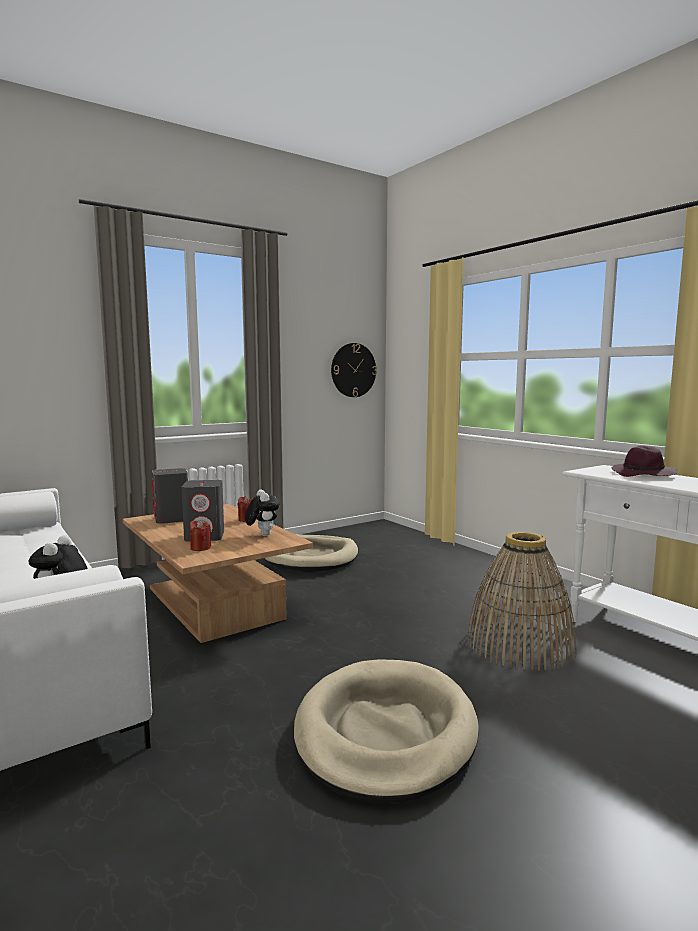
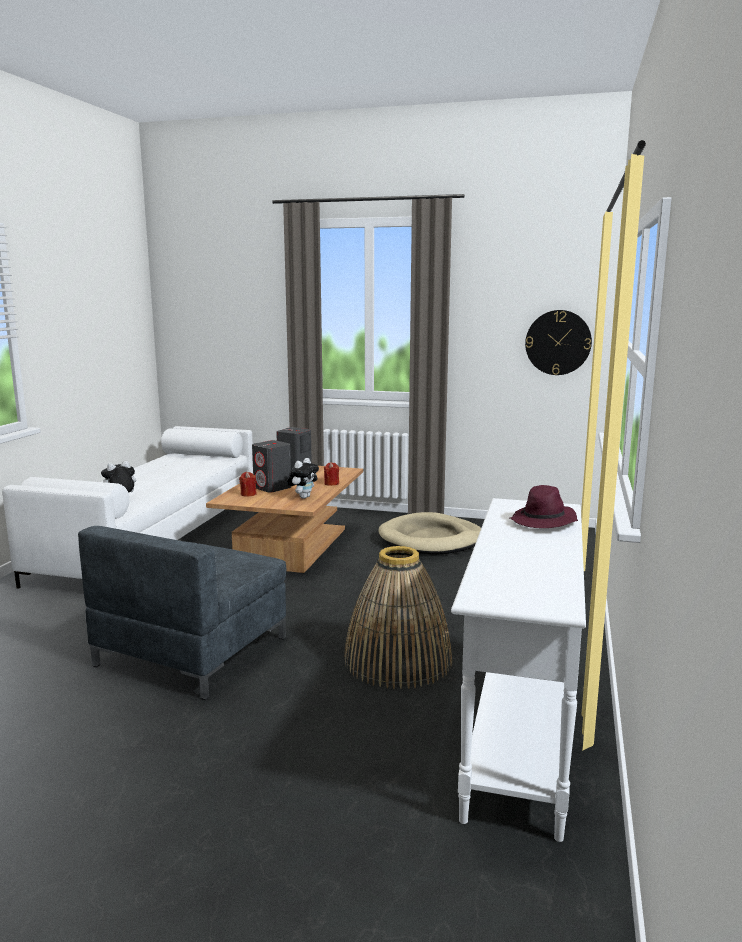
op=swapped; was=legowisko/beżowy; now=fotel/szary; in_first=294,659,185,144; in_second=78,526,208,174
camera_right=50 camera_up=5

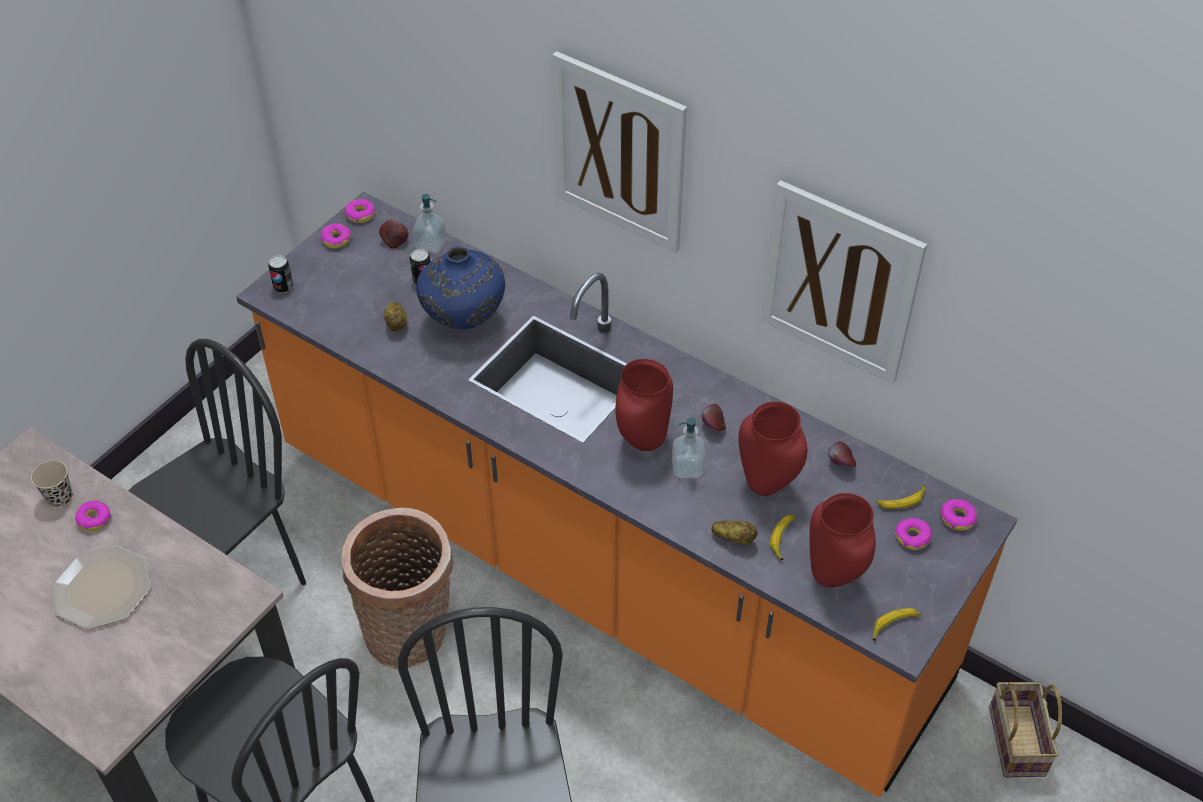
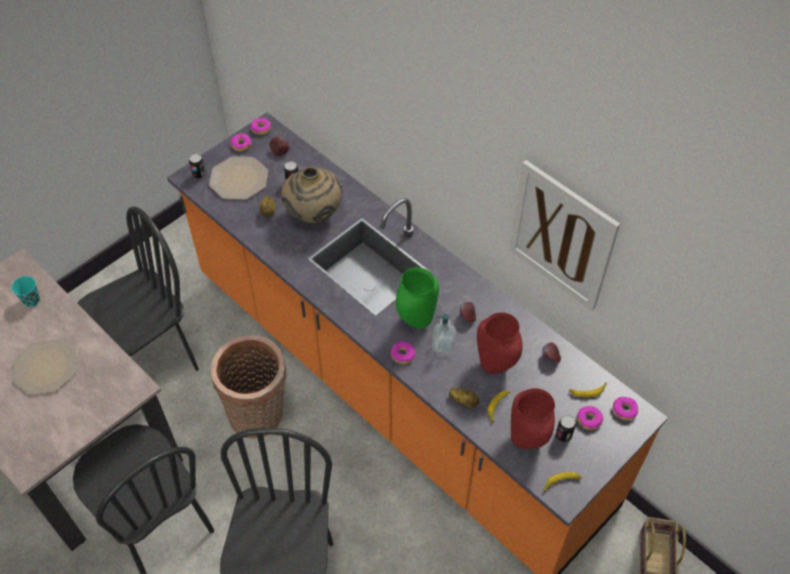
op=gone; was=dozownik mydła; in_first=413,194,34,59
op=gone; was=obraz; in_first=553,51,134,202
op=new; now=talerz; in_second=209,156,59,44
op=new; now=puszka; in_second=556,415,20,27
op=shifted; was=donut; in_first=75,501,36,30; in_second=391,341,25,23
op=repainted; was=filiżanka/beżowy; now=filiżanka/turkusowy; in_first=31,460,41,47; in_second=12,276,28,31
op=repainted; was=wazon/niebieski; now=wazon/beżowy; in_first=416,247,89,82; in_second=281,167,62,56
op=repainted; was=wazon/czerwony; now=wazon/zielony; in_first=615,359,58,92; in_second=396,267,43,62
camera_right=10 camera_up=5

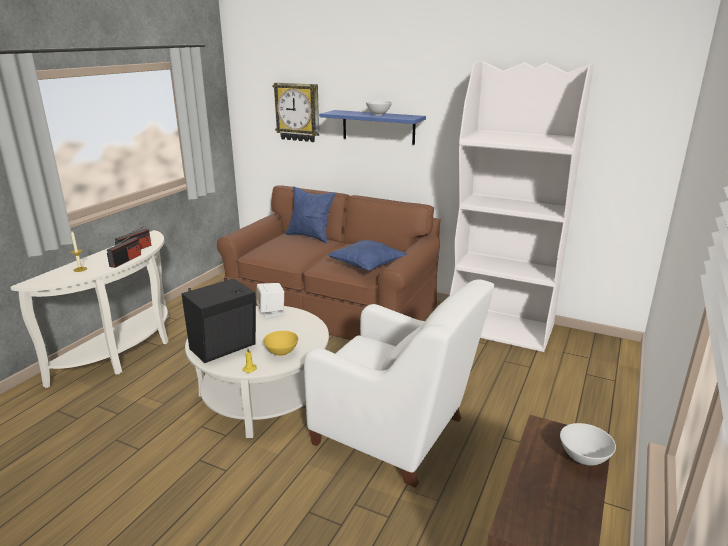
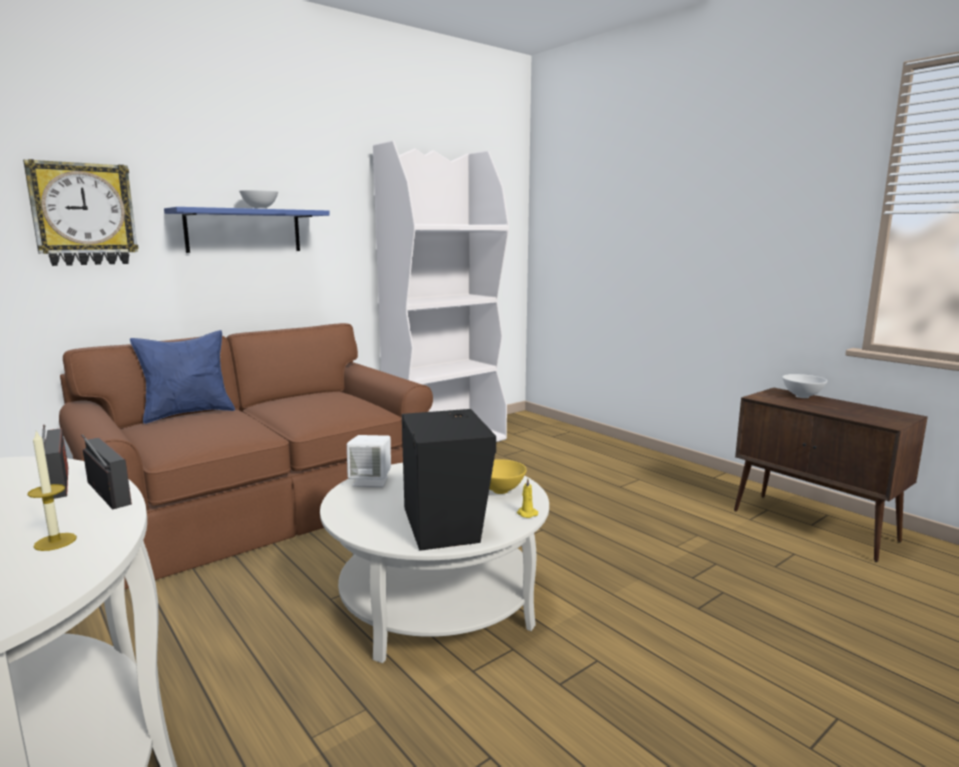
op=gone; was=fotel/biały; in_first=304,280,190,208
op=gone; was=poduszka/niebieski; in_first=328,240,79,31
camera_right=-65 camera_up=-10

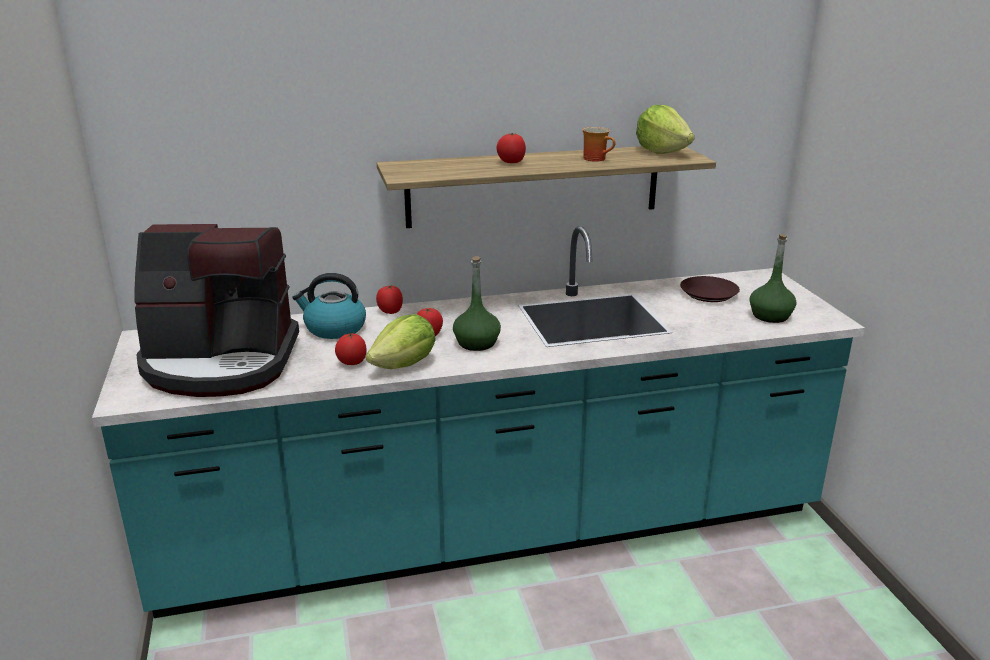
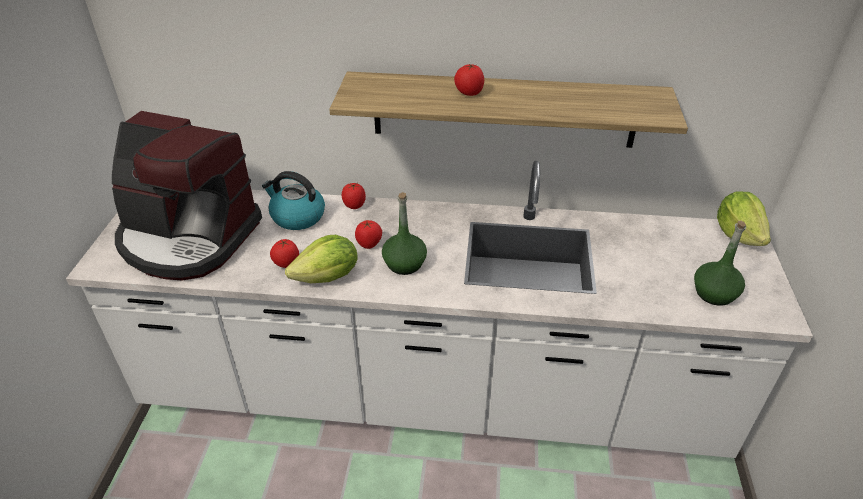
op=gone; was=kubek; in_first=582,127,33,35
op=gone; was=talerz/brązowy; in_first=680,276,60,26
op=shifted; was=sałata; in_first=636,105,59,49; in_second=717,192,54,54
op=repainted; was=zabudowa kuchenna/turkusowy; now=zabudowa kuchenna/biały; in_first=92,226,773,392; in_second=66,161,747,297
camera_right=20 camera_up=15

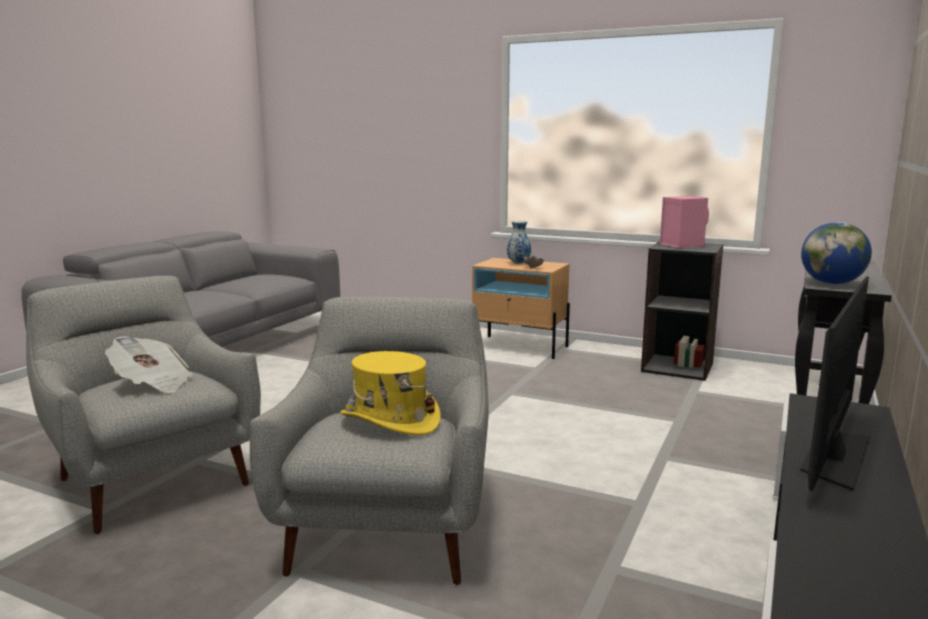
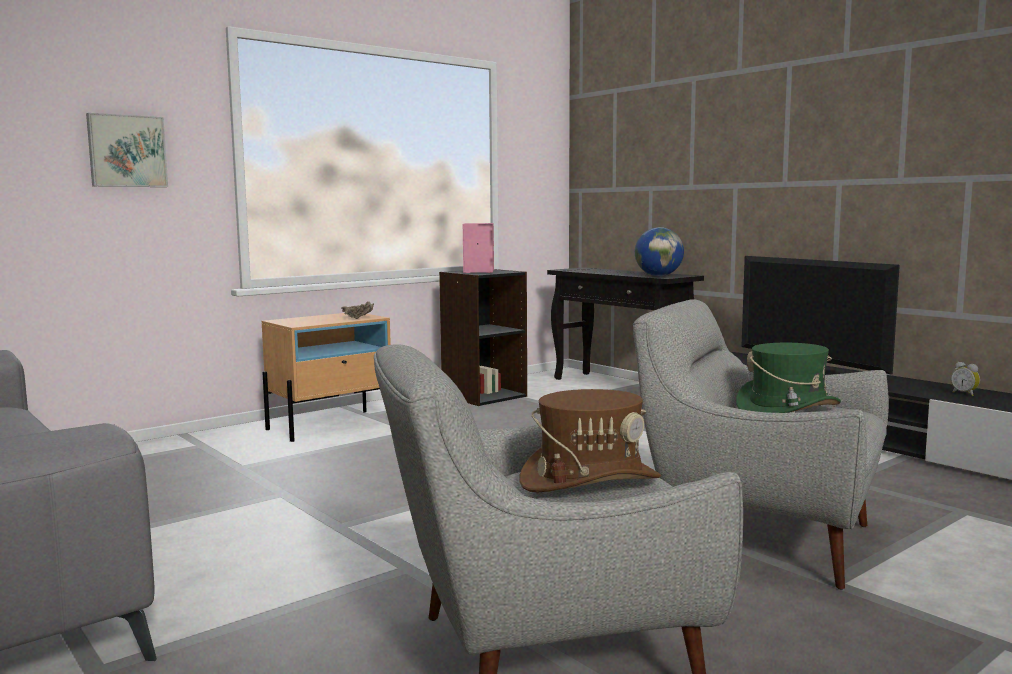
op=gone; was=wazon; in_first=507,220,24,44
op=new; now=obraz; in_second=86,113,82,74
op=new; now=budzik; in_second=951,362,29,34
op=swapped; was=gazeta; now=kapelusz/brązowy; in_first=105,336,88,57; in_second=519,389,142,103
op=repainted; was=kapelusz/żółty; now=kapelusz/zielony; in_first=340,351,101,84; in_second=736,343,105,70
camera_right=-65 camera_up=-5

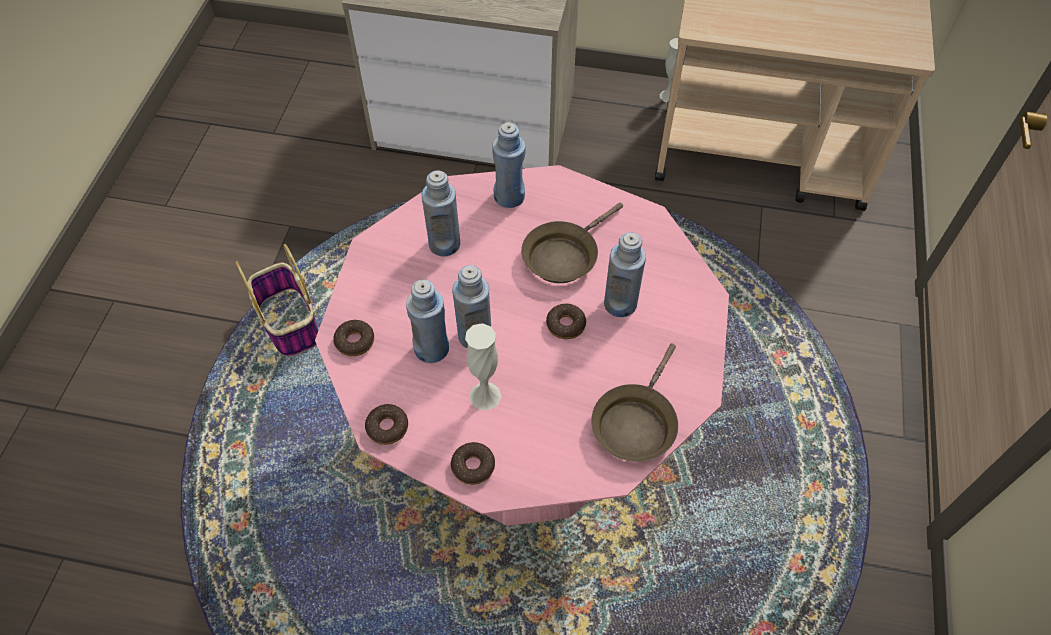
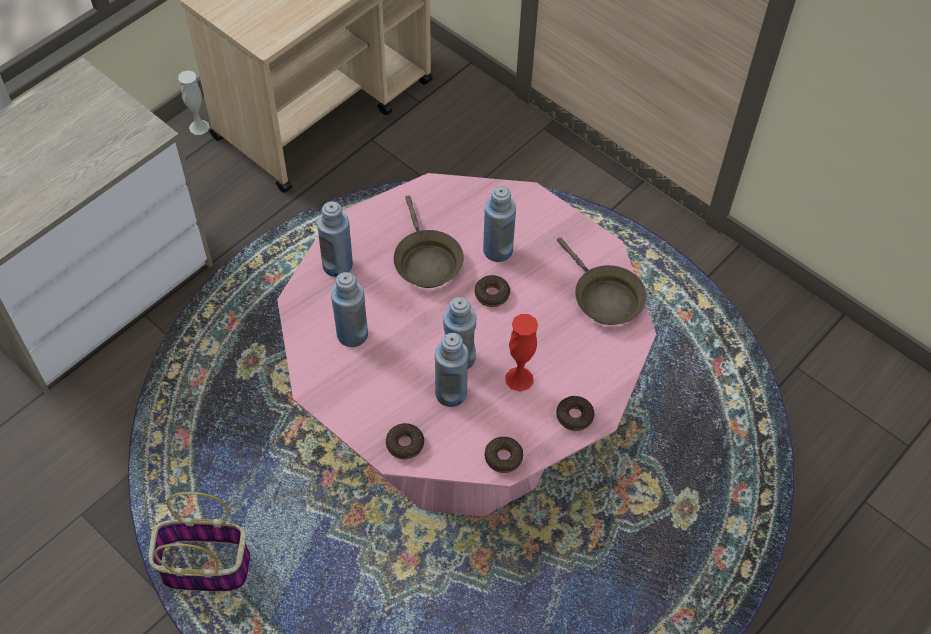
op=repainted; was=wazon/biały; now=wazon/czerwony; in_first=465,323,36,87; in_second=505,314,33,78
camera_right=-60 camera_up=0

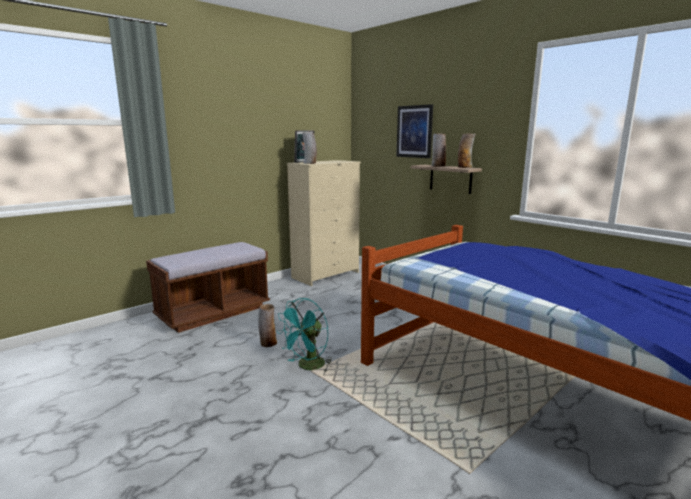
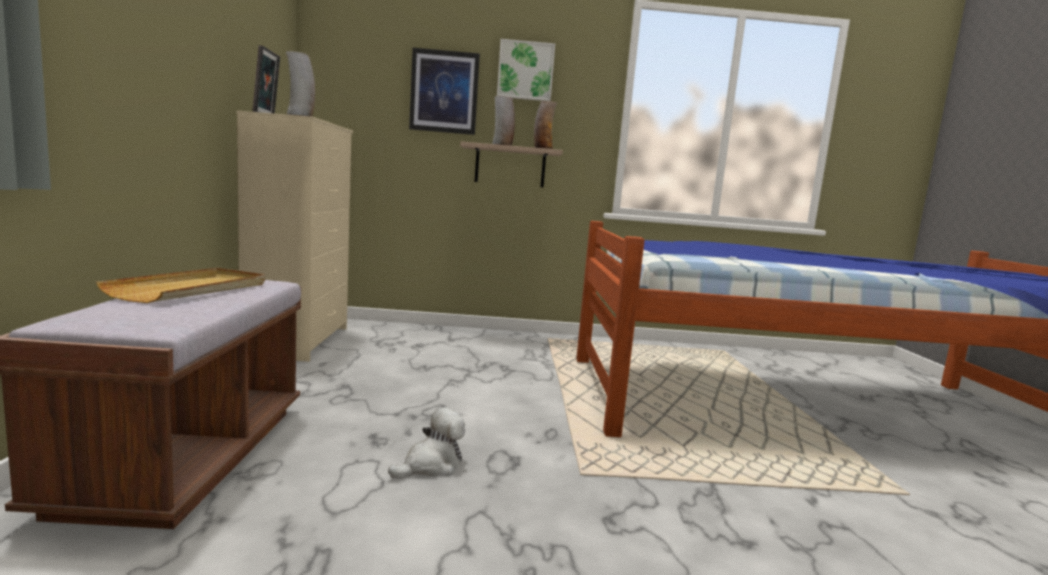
op=gone; was=wentylator/turkusowy; in_first=277,298,55,73
op=new; now=taca/beżowy; in_second=96,268,169,35
op=new; now=obraz; in_second=497,39,58,62
op=swapped; was=wazon; now=pluszak; in_first=258,304,19,43; in_second=388,407,77,72
camera_right=-50 camera_up=-5

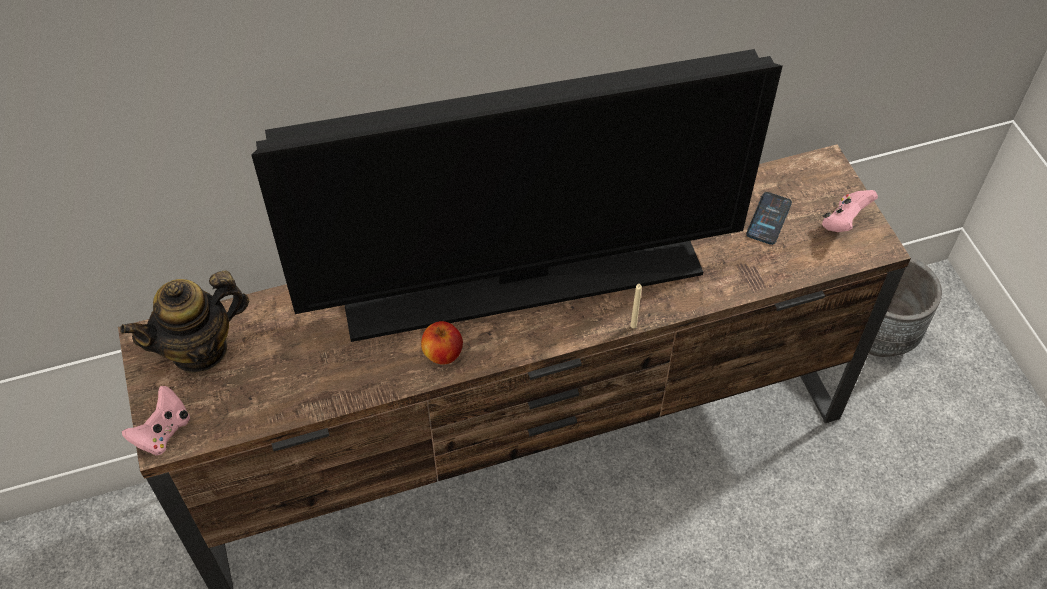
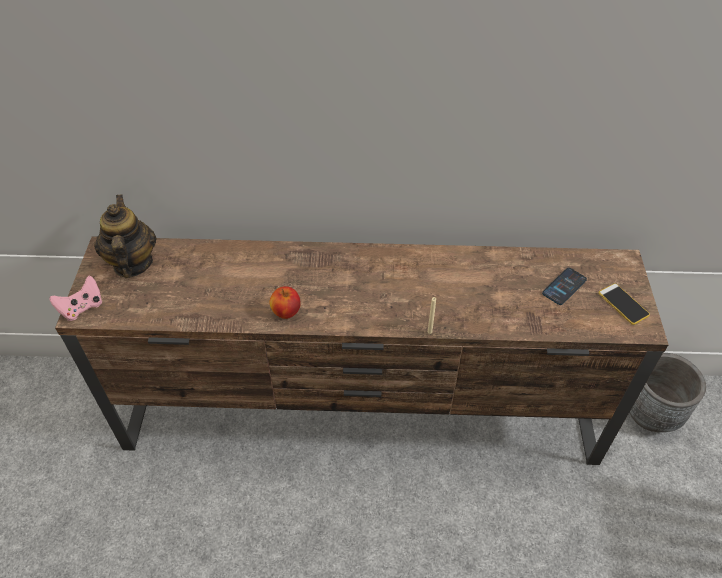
op=gone; was=telewizor; in_first=252,49,530,293
op=swapped; was=pad do gier/różowy; now=telefon; in_first=822,190,56,42; in_second=599,283,51,42
op=rotated; was=imbryk; in_first=120,270,129,103; in_second=94,194,63,84; clockwise=90
camera_right=20 camera_up=-5

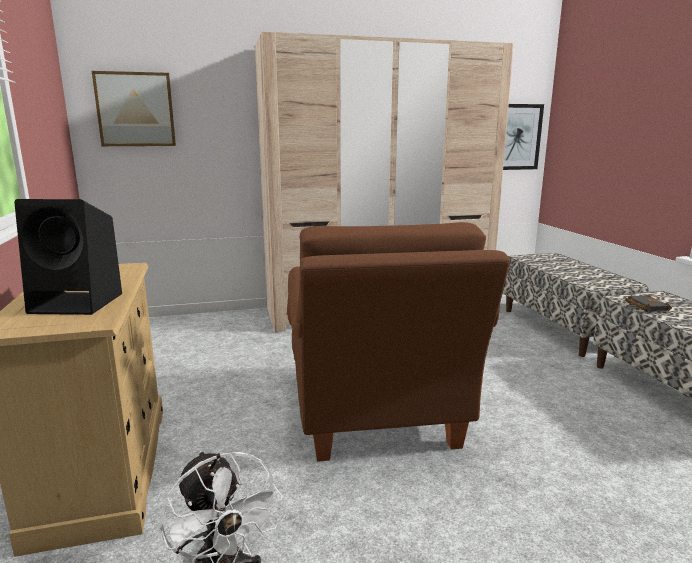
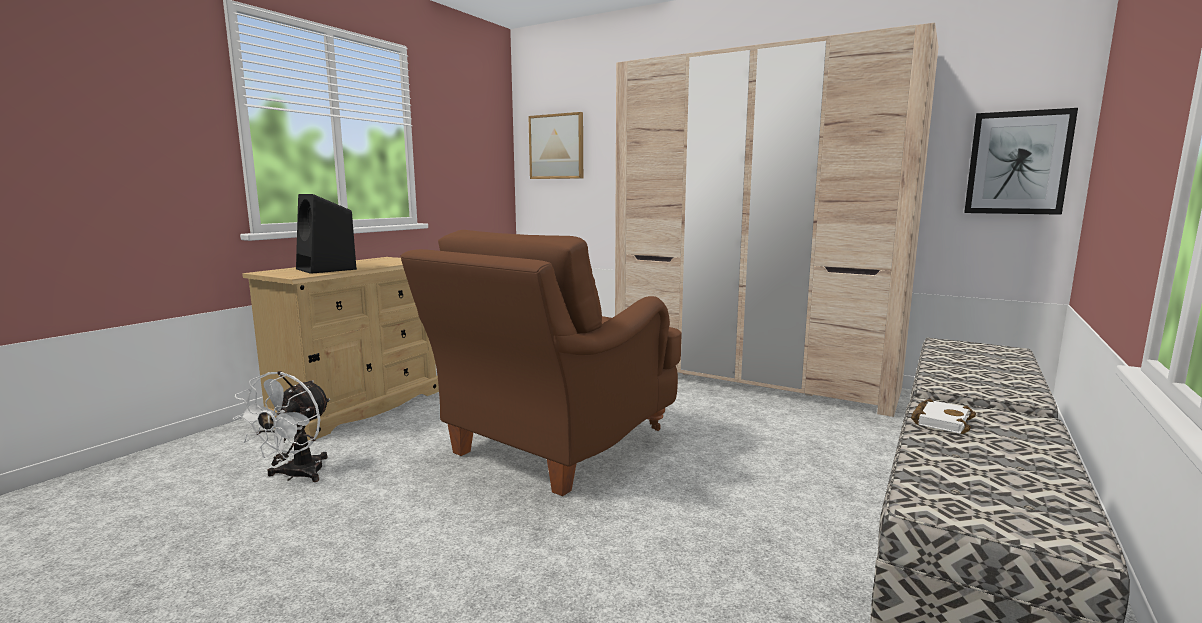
op=repainted; was=książka/czarny; now=książka/biały; in_first=625,295,47,17; in_second=911,399,65,35
camera_right=45 camera_up=-5

